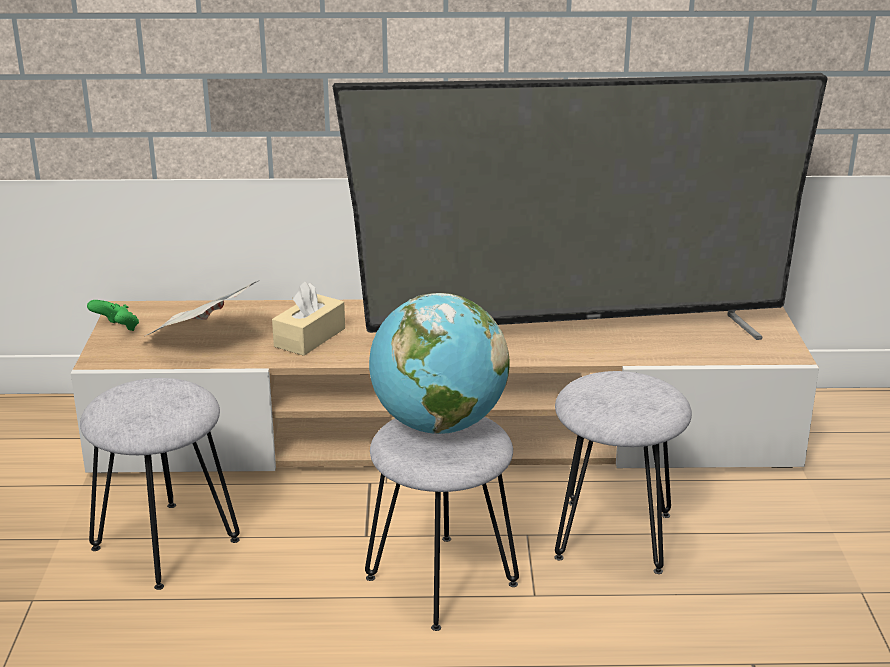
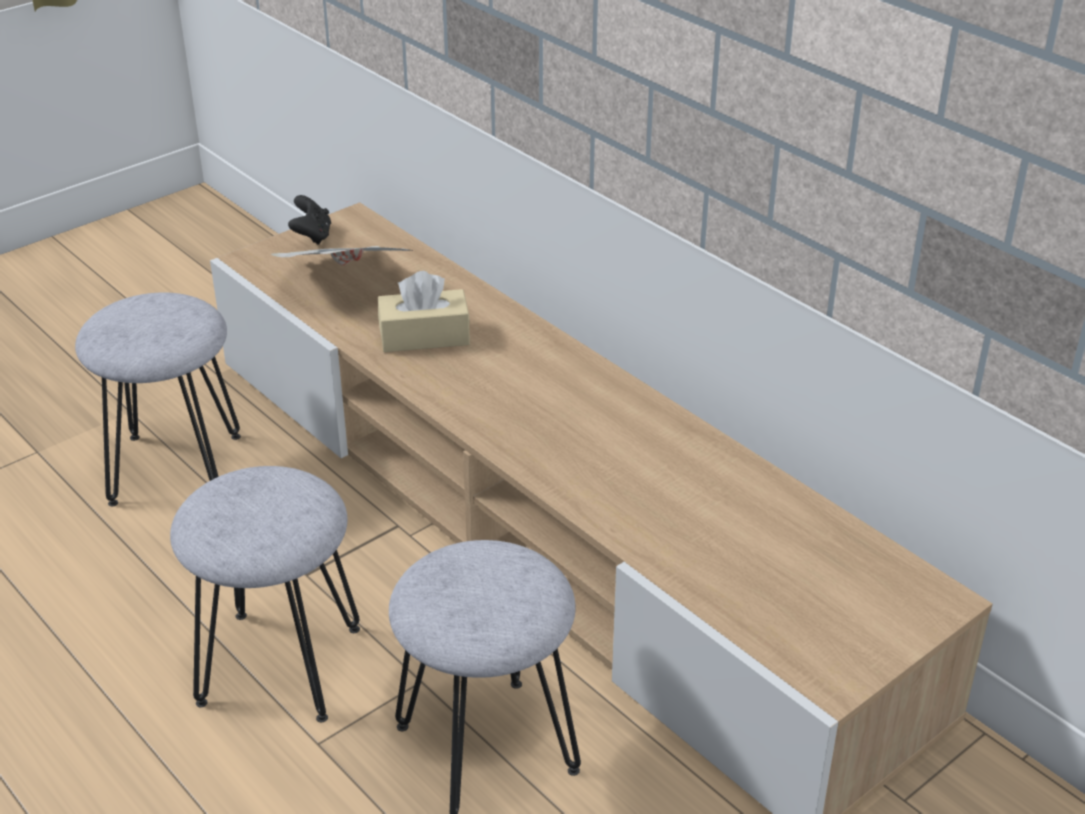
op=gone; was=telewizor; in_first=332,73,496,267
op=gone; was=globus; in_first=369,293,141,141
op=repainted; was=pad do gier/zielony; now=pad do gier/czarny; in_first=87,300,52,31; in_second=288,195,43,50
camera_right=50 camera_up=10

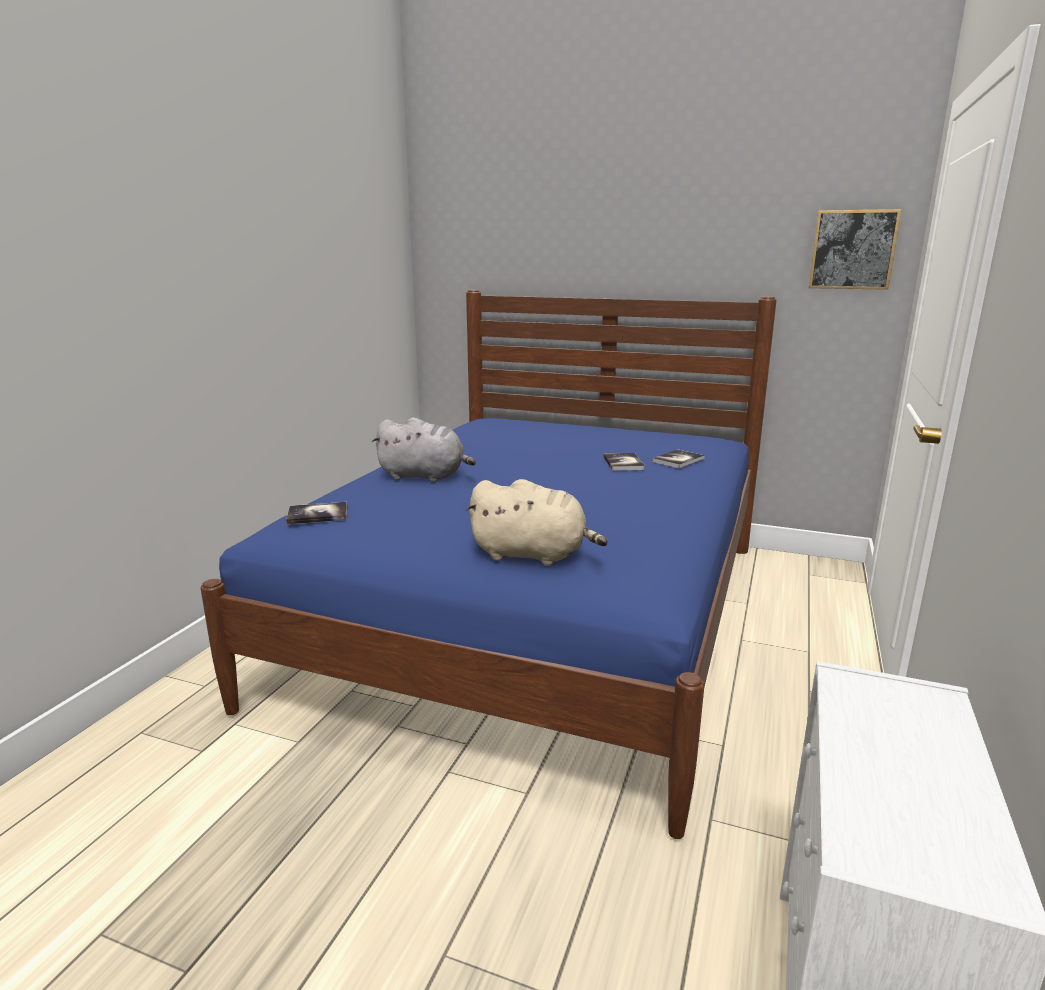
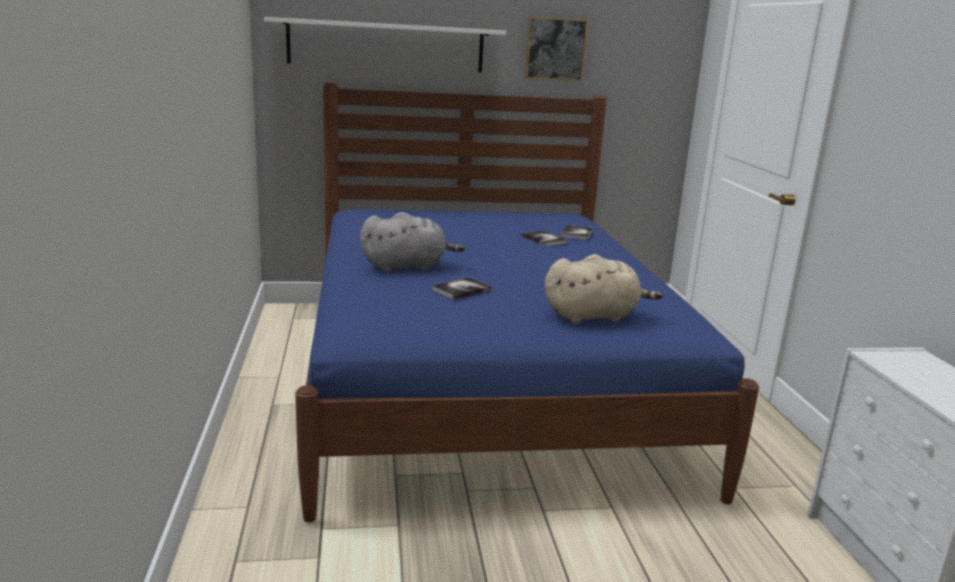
op=new; now=półka/biały; in_second=264,17,242,56
op=shifted; was=książka; in_first=286,502,61,22; in_second=431,277,61,23
op=shifted; was=obraz; in_first=809,209,92,81; in_second=525,16,64,66
camera_right=-30 camera_up=0

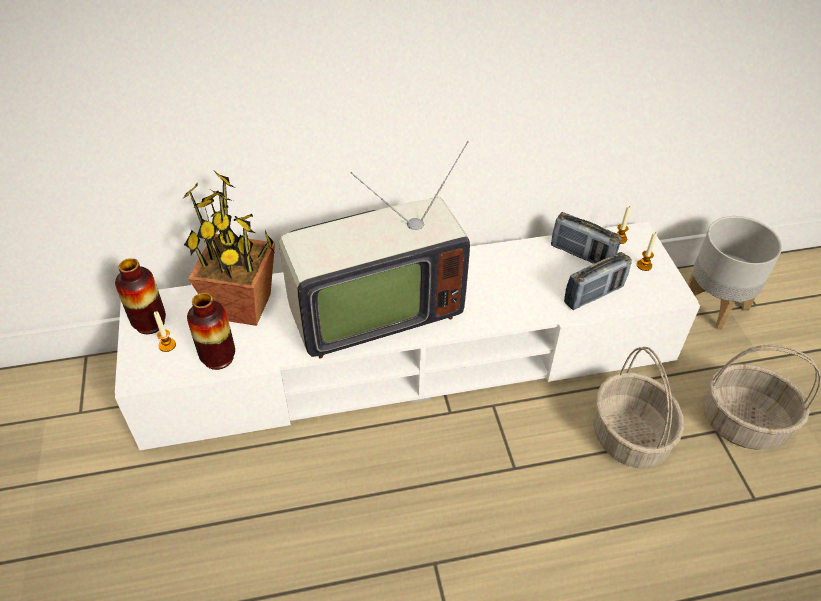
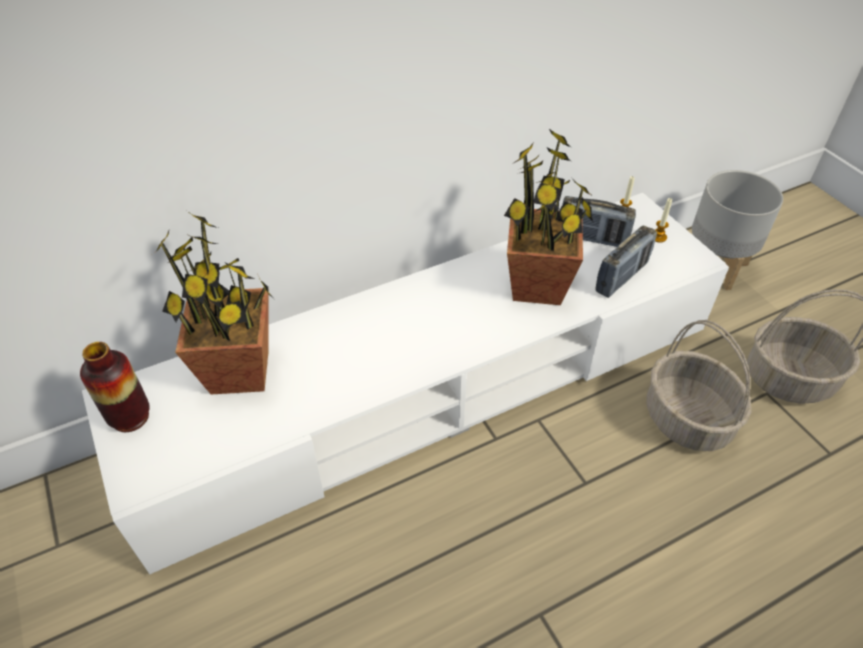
op=gone; was=świeca; in_first=154,311,22,41
op=gone; was=wazon; in_first=187,293,48,77
op=gone; was=telewizor; in_first=279,141,191,218
op=new; now=roślina doniczkowa; in_second=504,129,89,176
camera_right=-15 camera_up=0

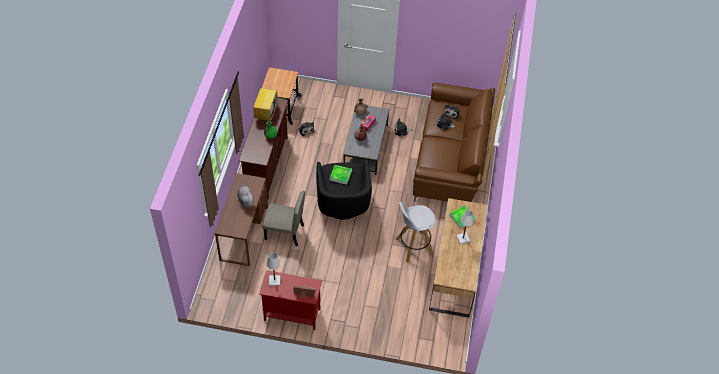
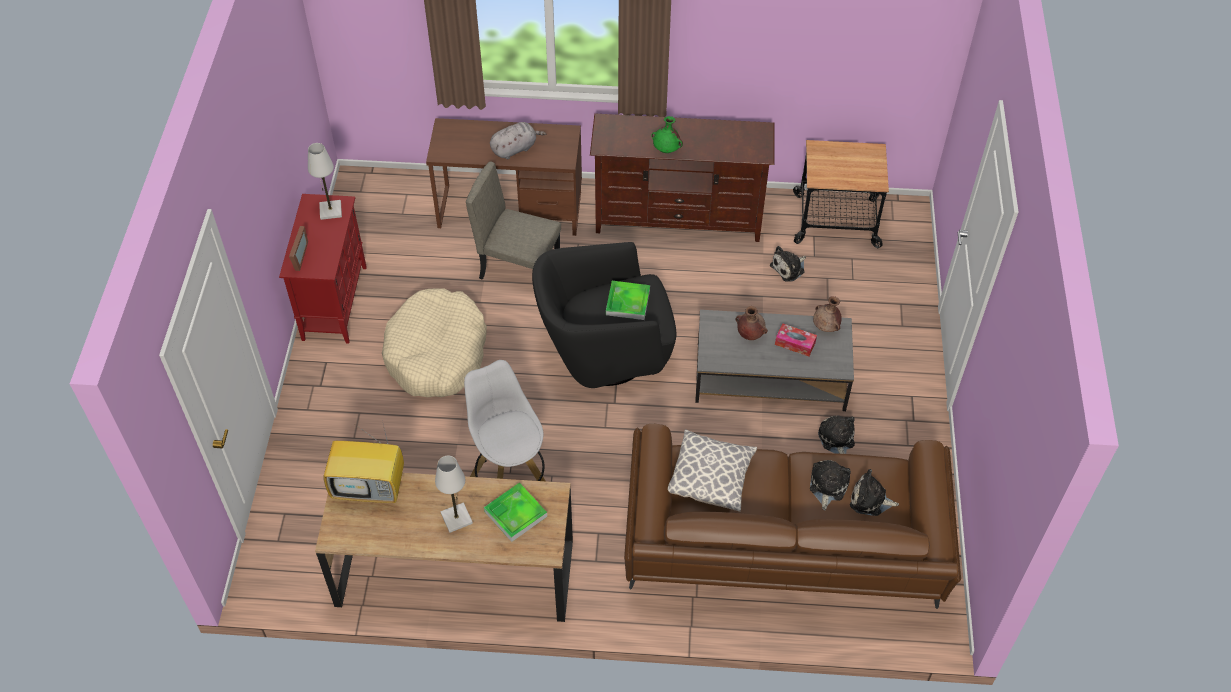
op=new; now=legowisko/beżowy; in_second=382,288,105,109
op=new; now=poduszka; in_second=668,429,89,83
op=shifted; was=telewizor; in_first=253,88,25,33; in_second=323,425,81,78
op=rotated; was=krzesło/beżowy; in_first=262,191,43,55; in_second=466,162,95,118; clockwise=105
camera_right=85 camera_up=0

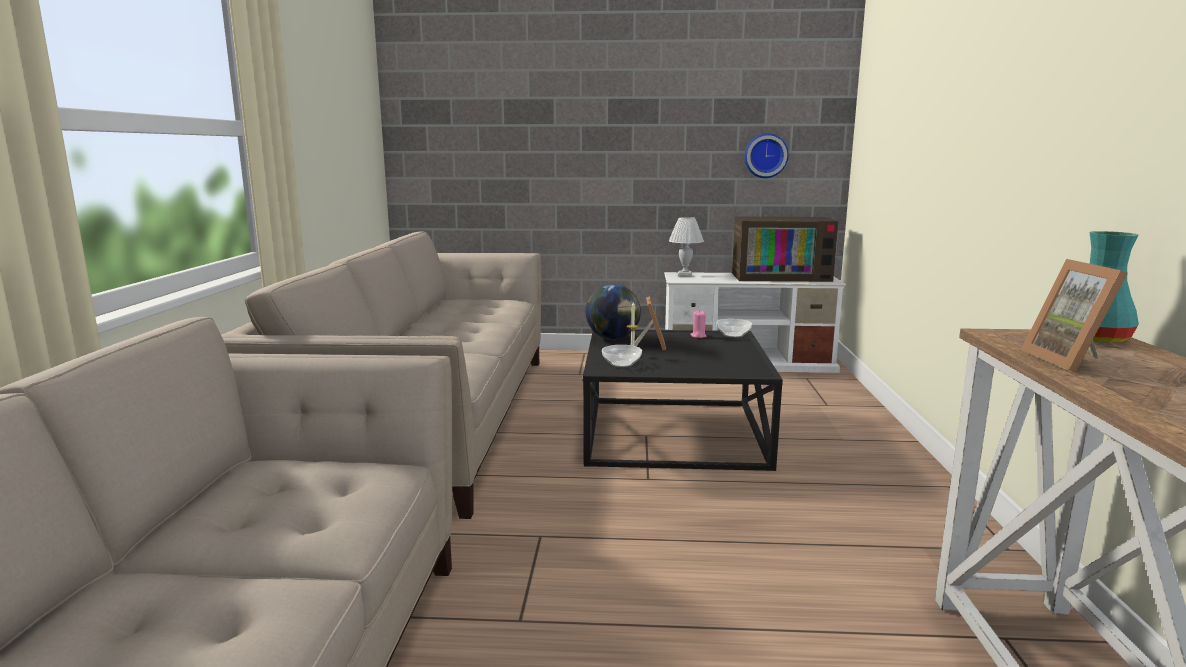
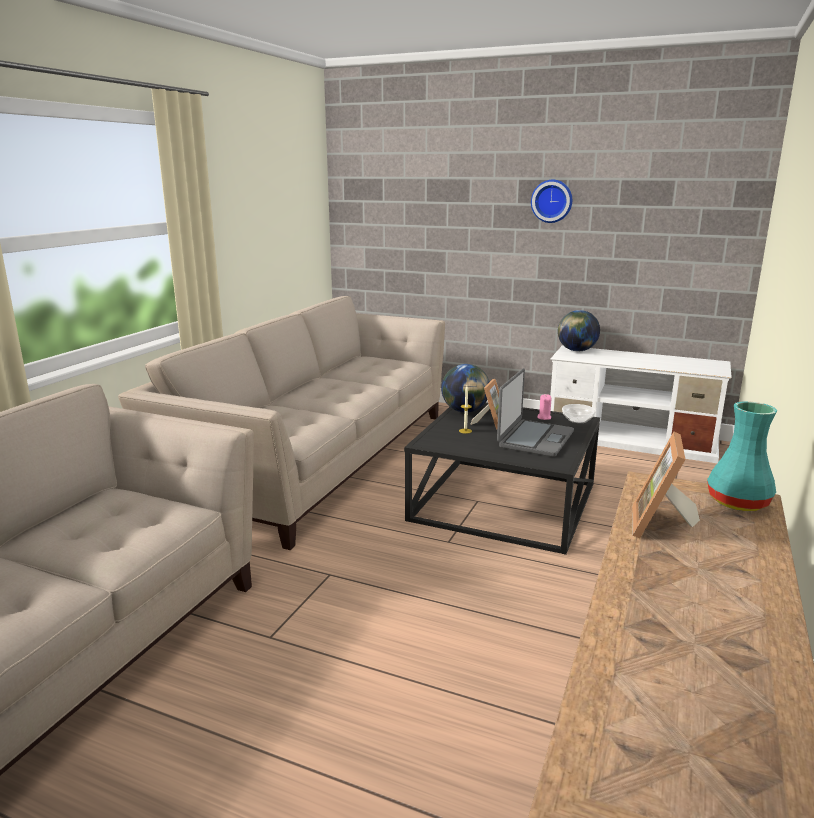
op=gone; was=miska; in_first=602,345,40,22
op=gone; was=telewizor; in_first=732,217,106,65
op=new; now=laptop; in_second=497,368,77,89
op=shifted; was=zegar ścienny; in_first=744,133,45,45; in_second=531,180,41,43
op=swapped; was=lampa stołowa/biały; now=globus; in_first=669,217,35,60; in_second=558,310,42,41
camera_right=20 camera_up=5

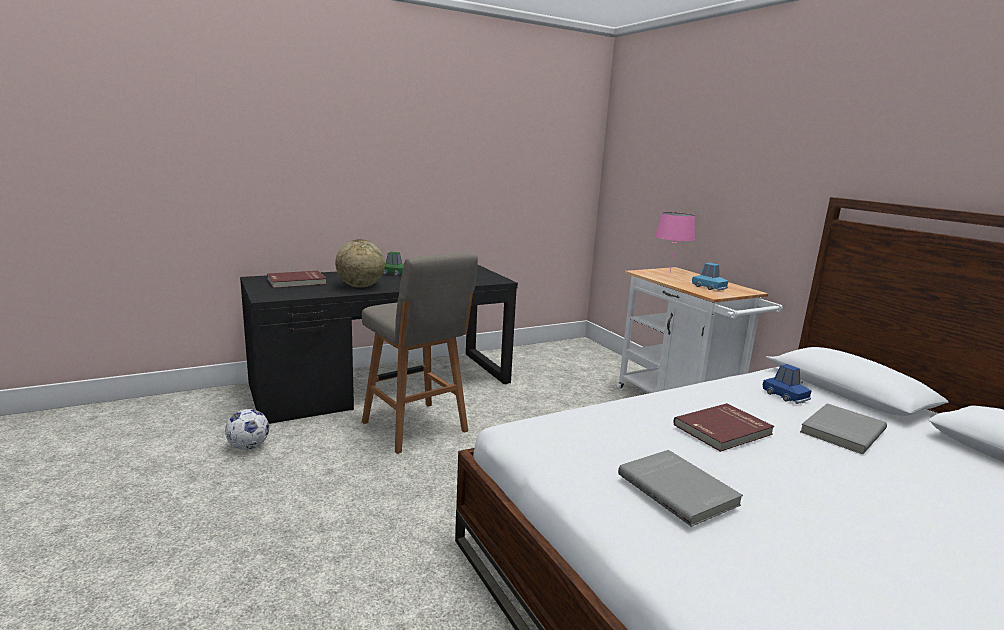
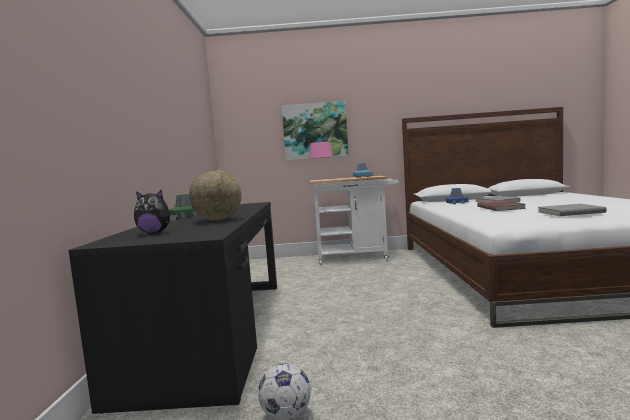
op=gone; was=stołek/szary; in_first=362,252,116,202
op=new; now=obraz; in_second=282,101,67,60
op=swapped; was=książka/czerwony; now=pluszak; in_first=267,271,59,17; in_second=134,189,42,45
camera_right=-60 camera_up=-10

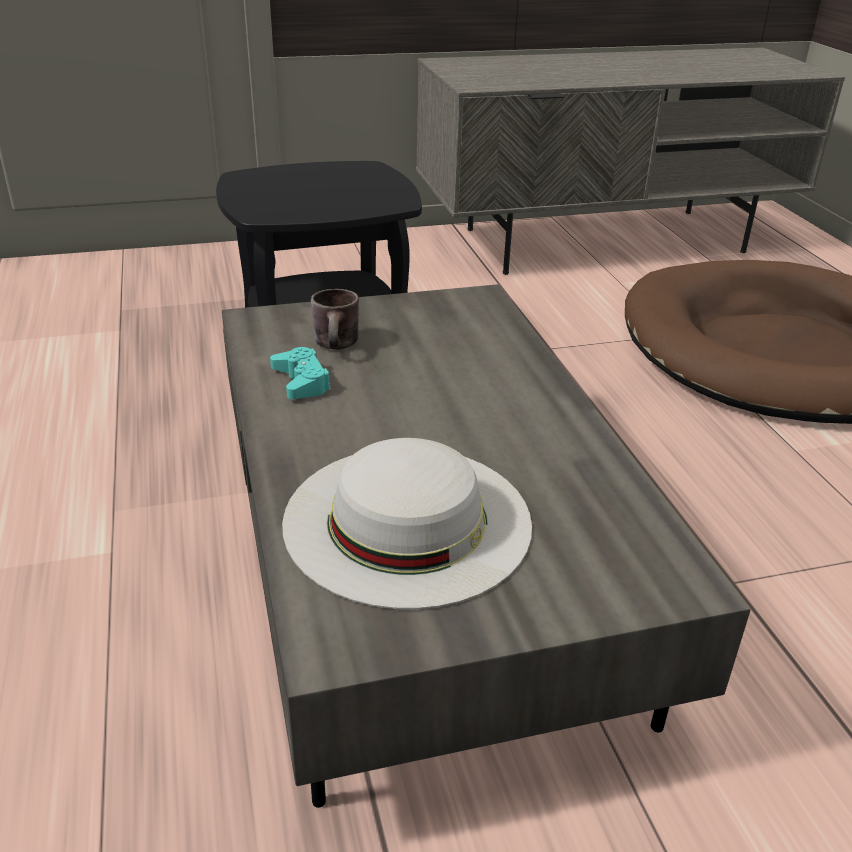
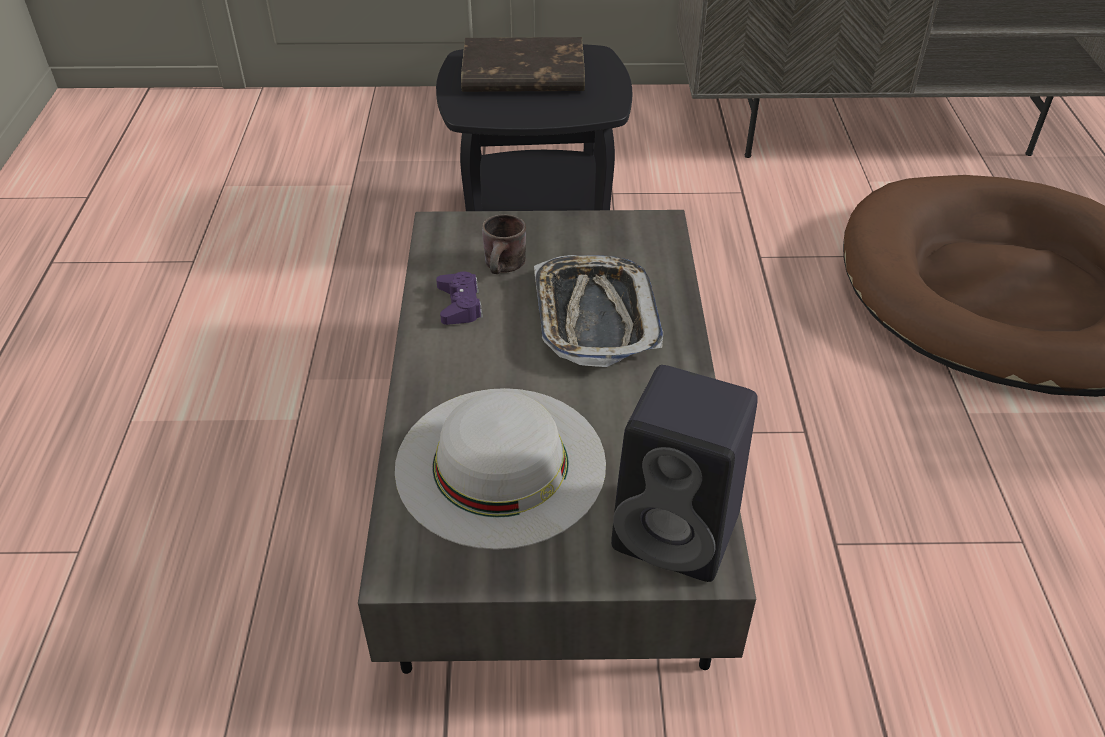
op=new; now=książka/brązowy; in_second=461,37,124,55
op=new; now=taca; in_second=534,255,129,112
op=new; now=głośnik/czarny; in_second=611,365,147,217
op=repainted; was=pad do gier/turkusowy; now=pad do gier/fioletowy; in_first=270,347,61,52; in_second=436,271,47,54
camera_right=15 camera_up=10

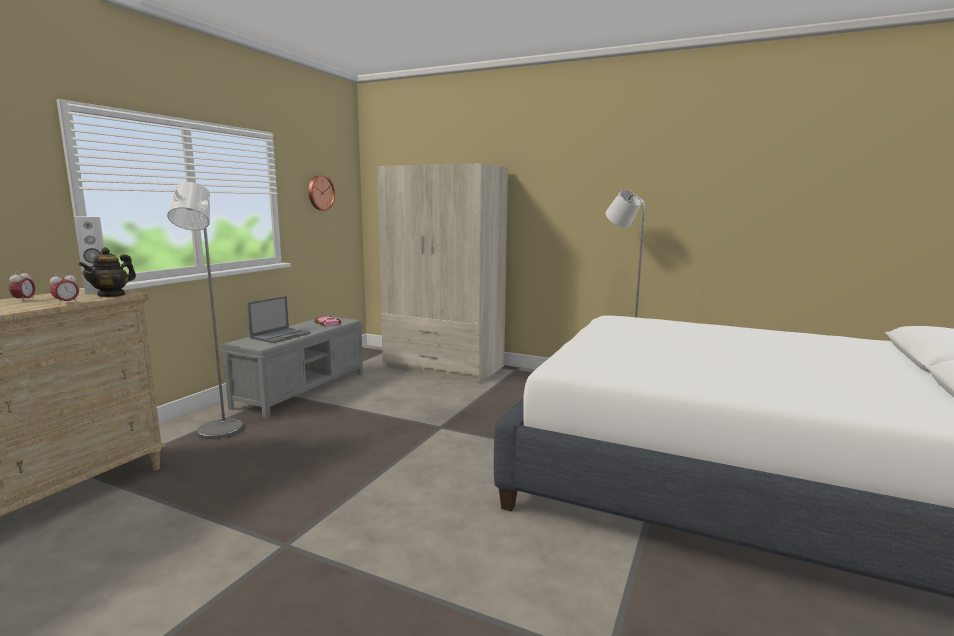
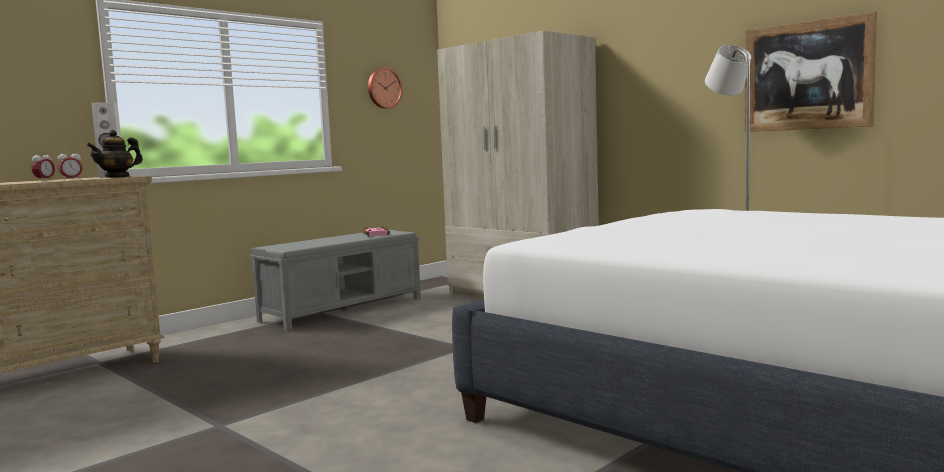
op=gone; was=lampa stojąca/szary; in_first=167,182,76,257
op=gone; was=laptop; in_first=247,296,64,47
op=new; now=obraz; in_second=744,11,133,121
camera_right=20 camera_up=-5

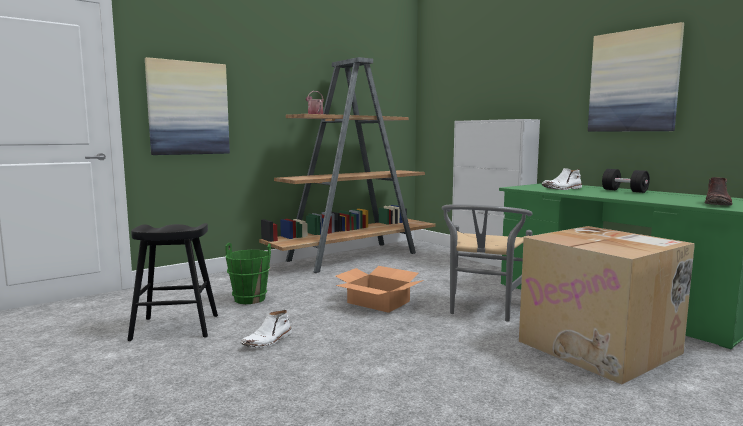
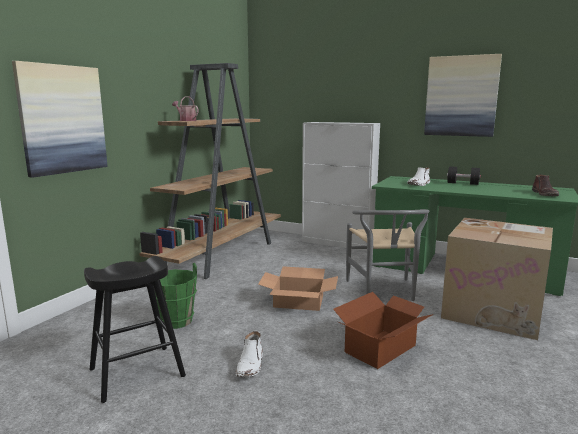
op=new; now=karton; in_second=333,292,100,77
camera_right=-25 camera_up=5

